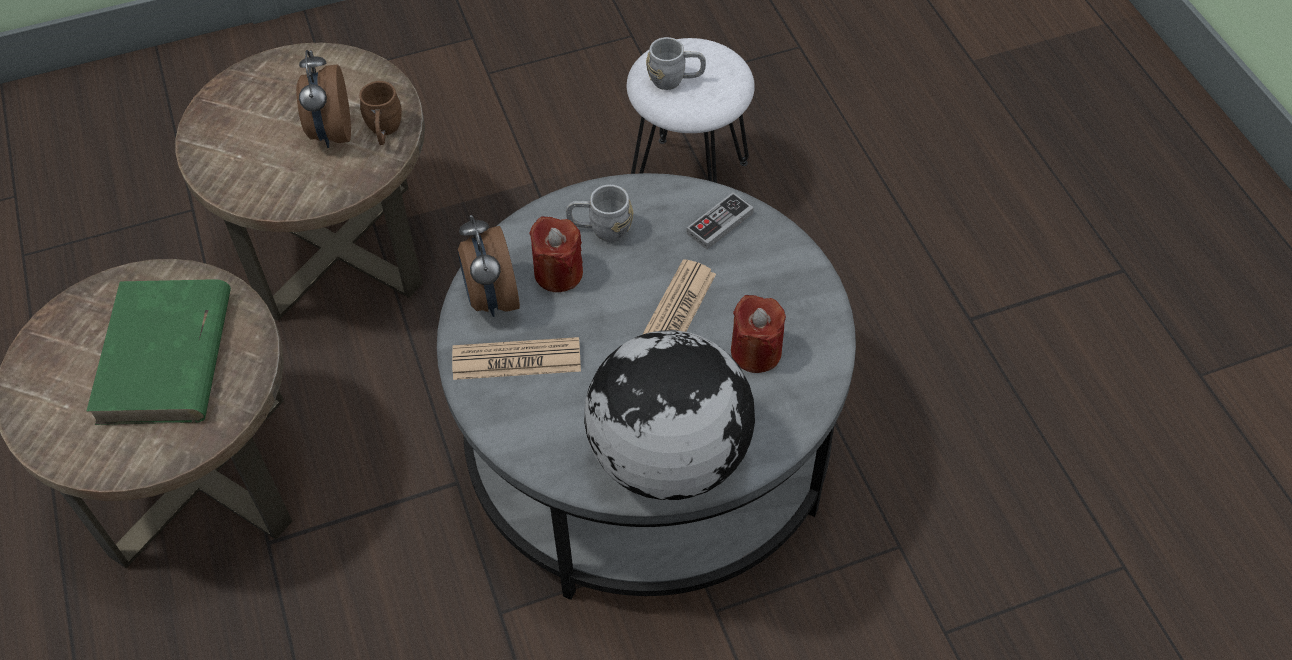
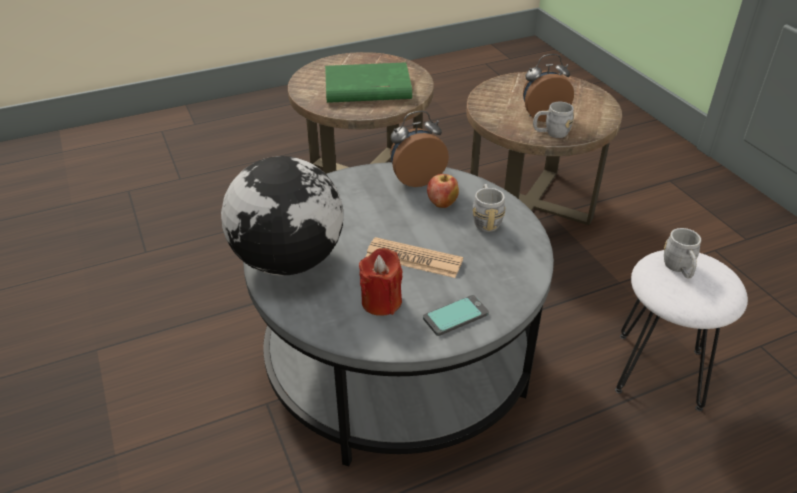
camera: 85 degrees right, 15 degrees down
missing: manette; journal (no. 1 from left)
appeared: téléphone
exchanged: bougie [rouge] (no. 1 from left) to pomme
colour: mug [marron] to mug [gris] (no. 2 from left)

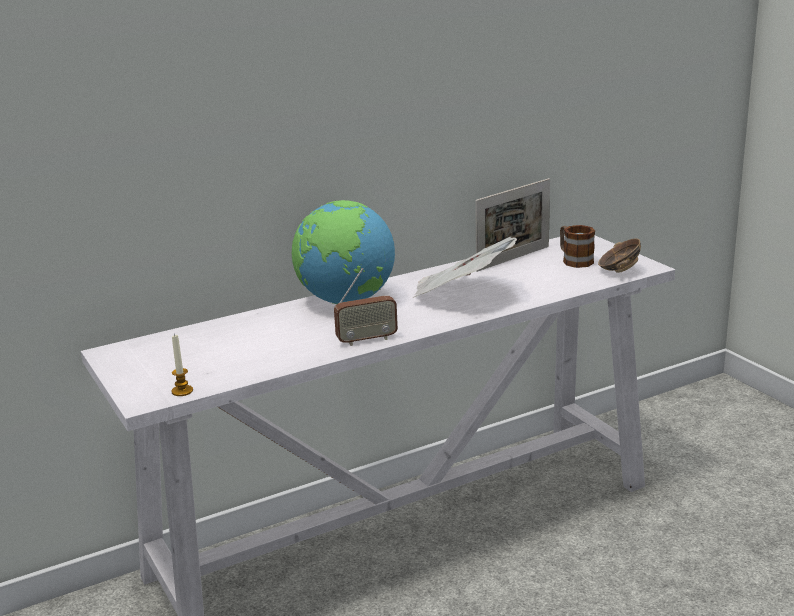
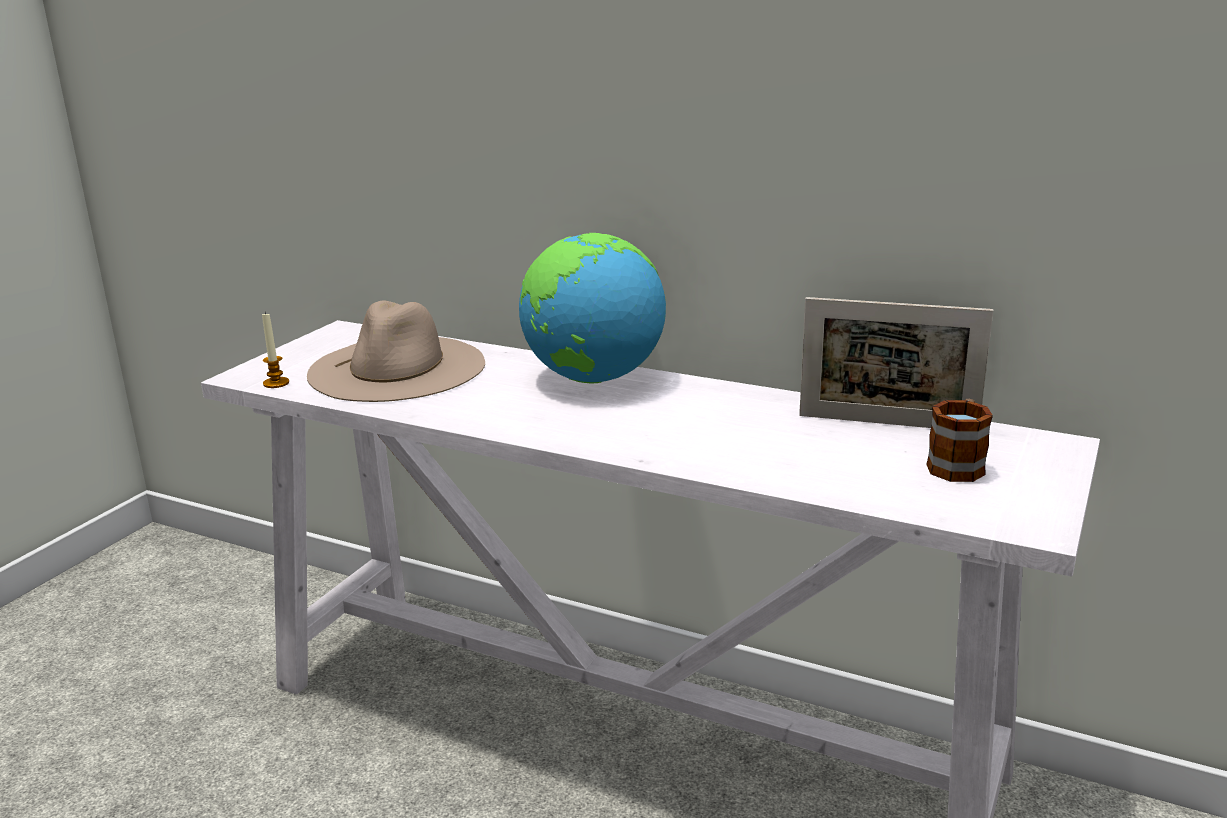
camera: 55 degrees right, 0 degrees up
missing: journal; bol; radio
appeared: chapeau [beige]

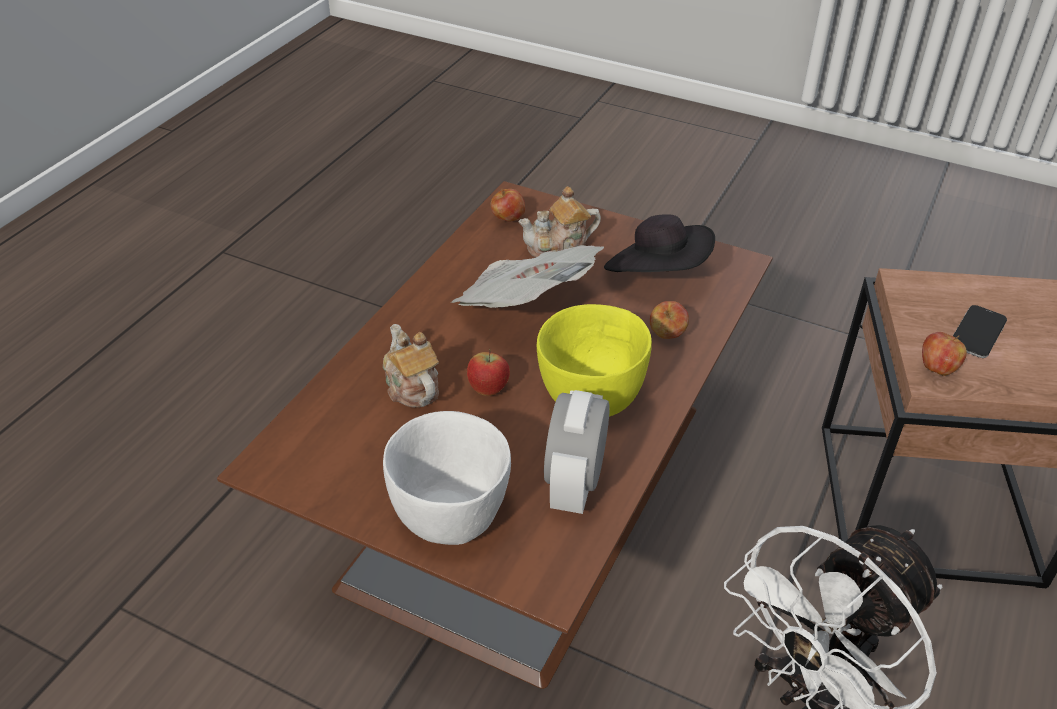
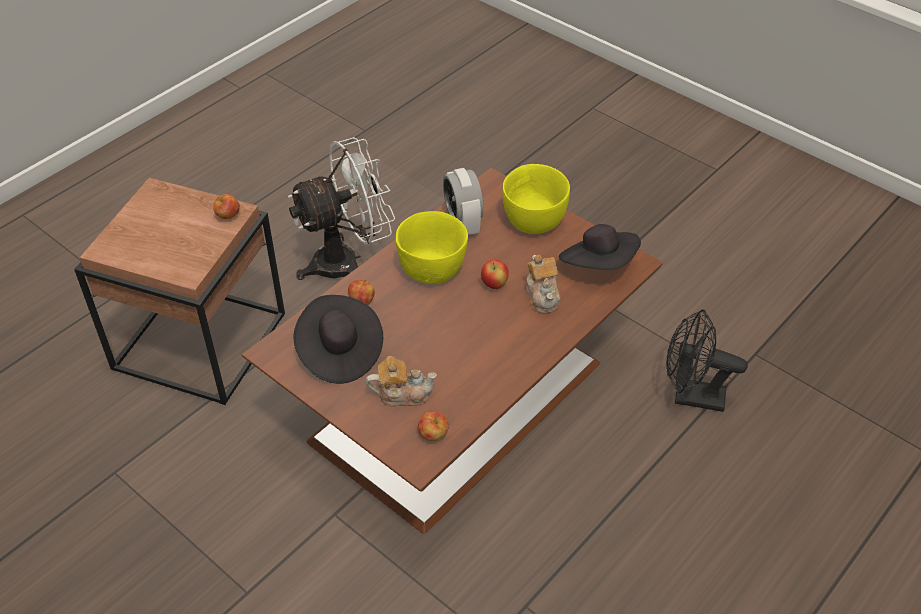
camera: 165 degrees left, 5 degrees up
missing: journal; téléphone
appeared: chapeau [noir] (no. 2 from left); ventilateur [noir]
colour: bol [blanc] to bol [jaune] (no. 2 from left)
spun: réveil 135 degrees clockwise

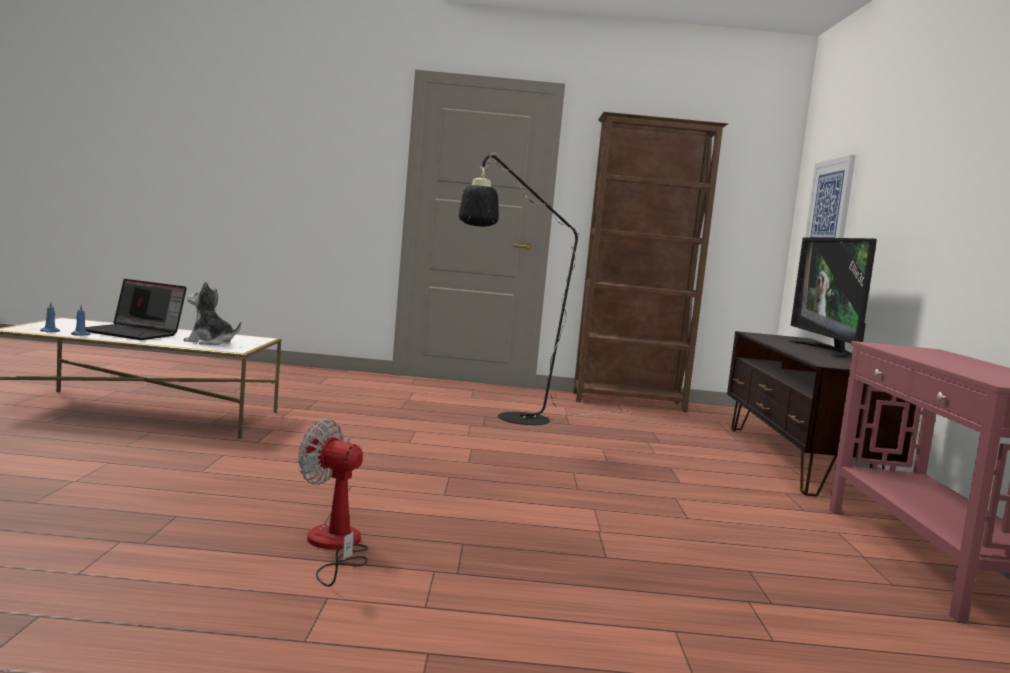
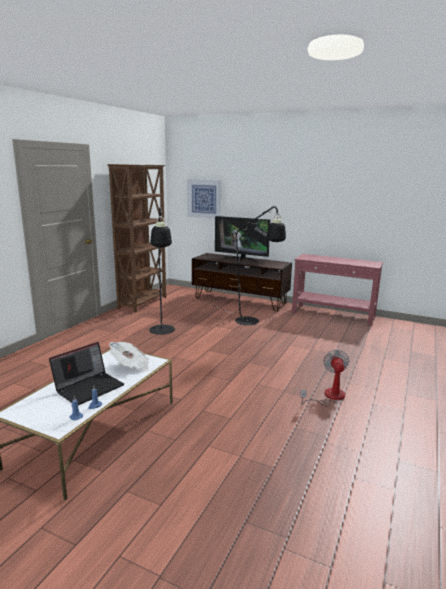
camera: 65 degrees left, 10 degrees up
appeared: lampadaire [noir] (no. 2 from left)
exchanged: peluche to journal
spun: ventilateur 135 degrees clockwise

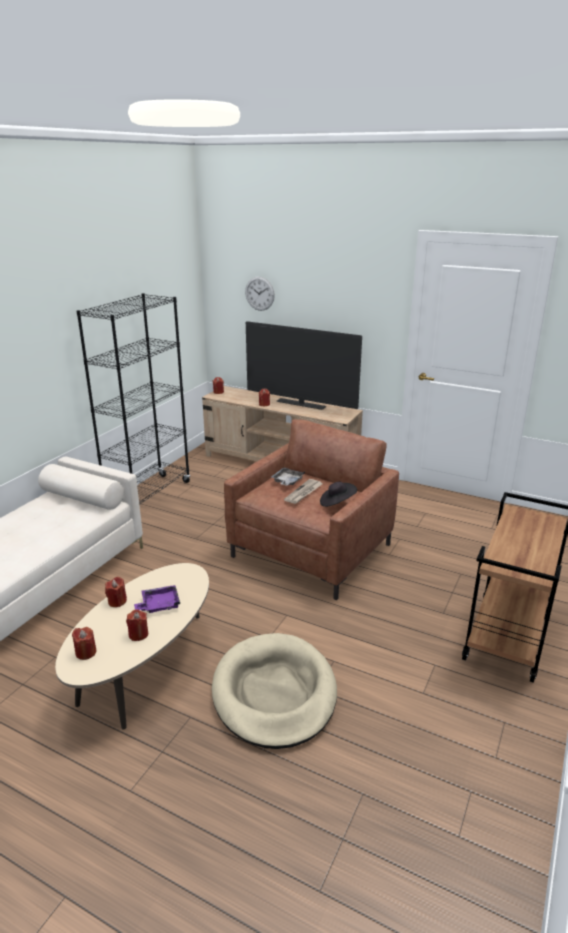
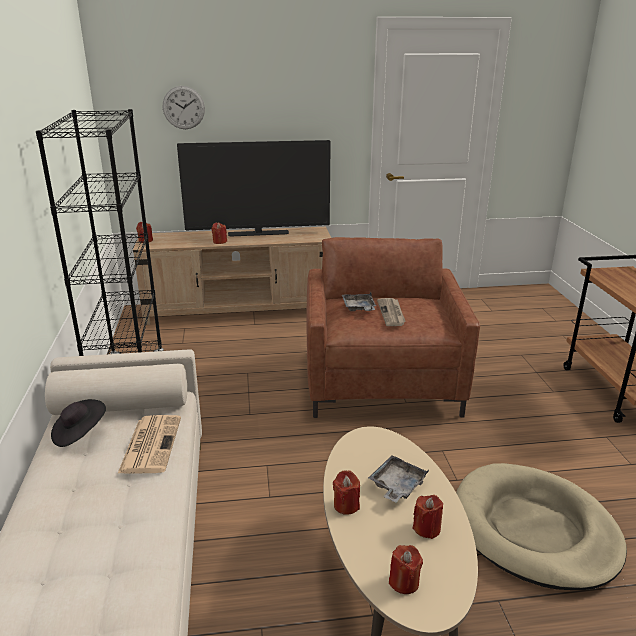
camera: 35 degrees left, 0 degrees up
appeared: journal (no. 1 from left)
relocated: chapeau [noir]
colour: plateau [violet] to plateau [gris] (no. 2 from left)

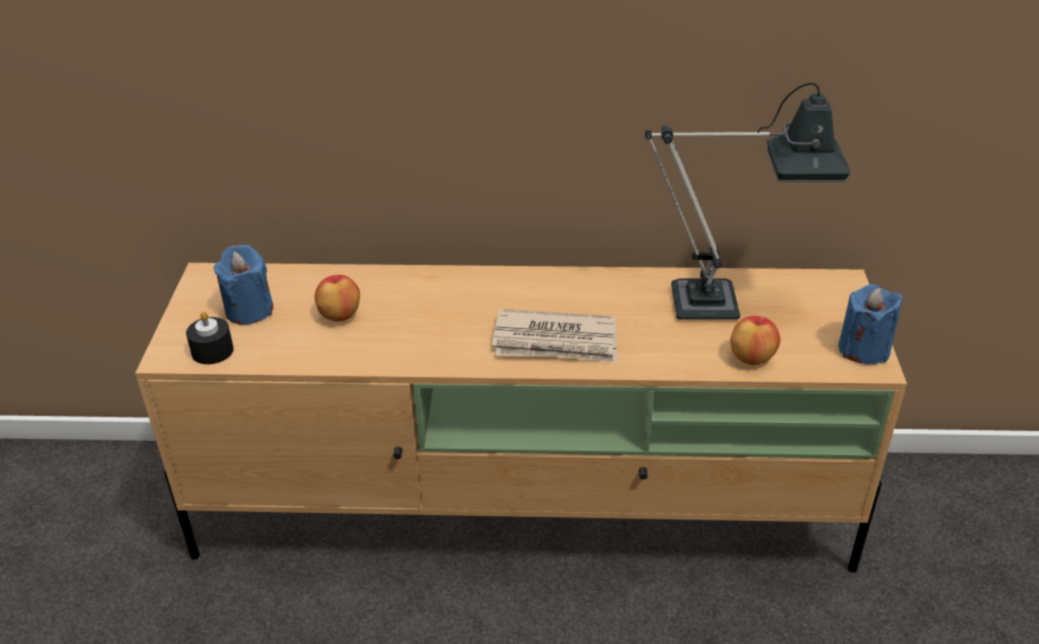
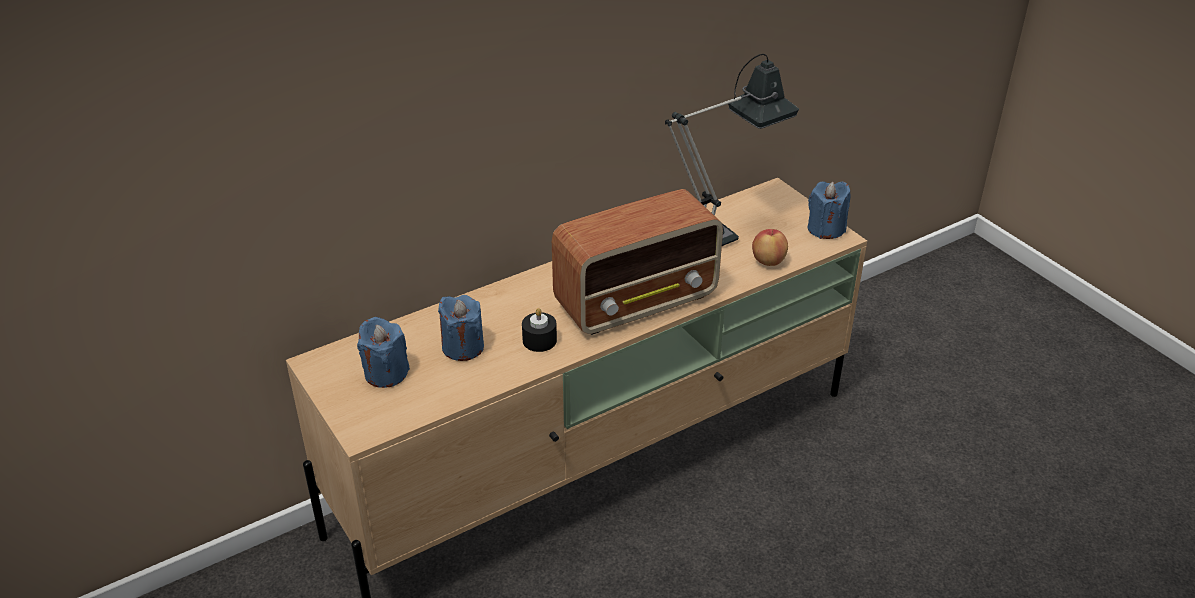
camera: 35 degrees left, 0 degrees up
relocated: bougie [noir]
exchanged: pomme (no. 1 from left) to bougie [bleu] (no. 2 from left); journal to radio

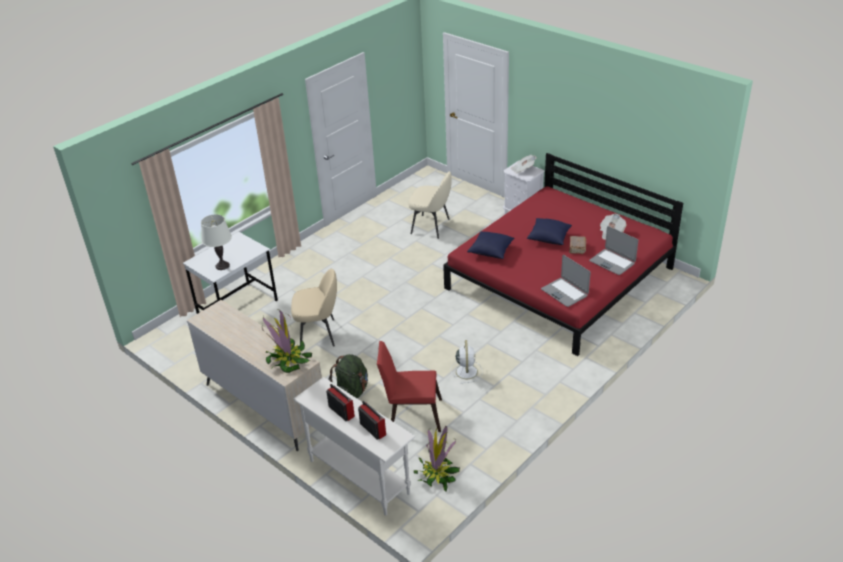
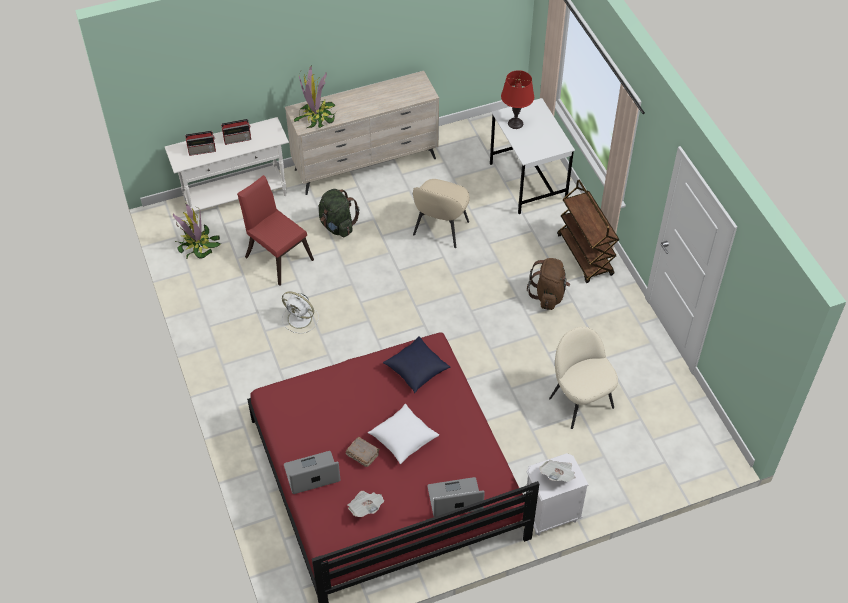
camera: 115 degrees right, 15 degrees up
appeared: chariot [marron]; sac à dos [marron]
relocated: ordinateur portable (no. 1 from left in the first image) to ordinateur portable (no. 2 from left)
colour: lampe de table [blanc] to lampe de table [rouge]; coussin [bleu] (no. 2 from left) to coussin [blanc]
spun: chaise [beige] (no. 2 from left) 105 degrees clockwise; chaise [rouge] 75 degrees counterclockwise

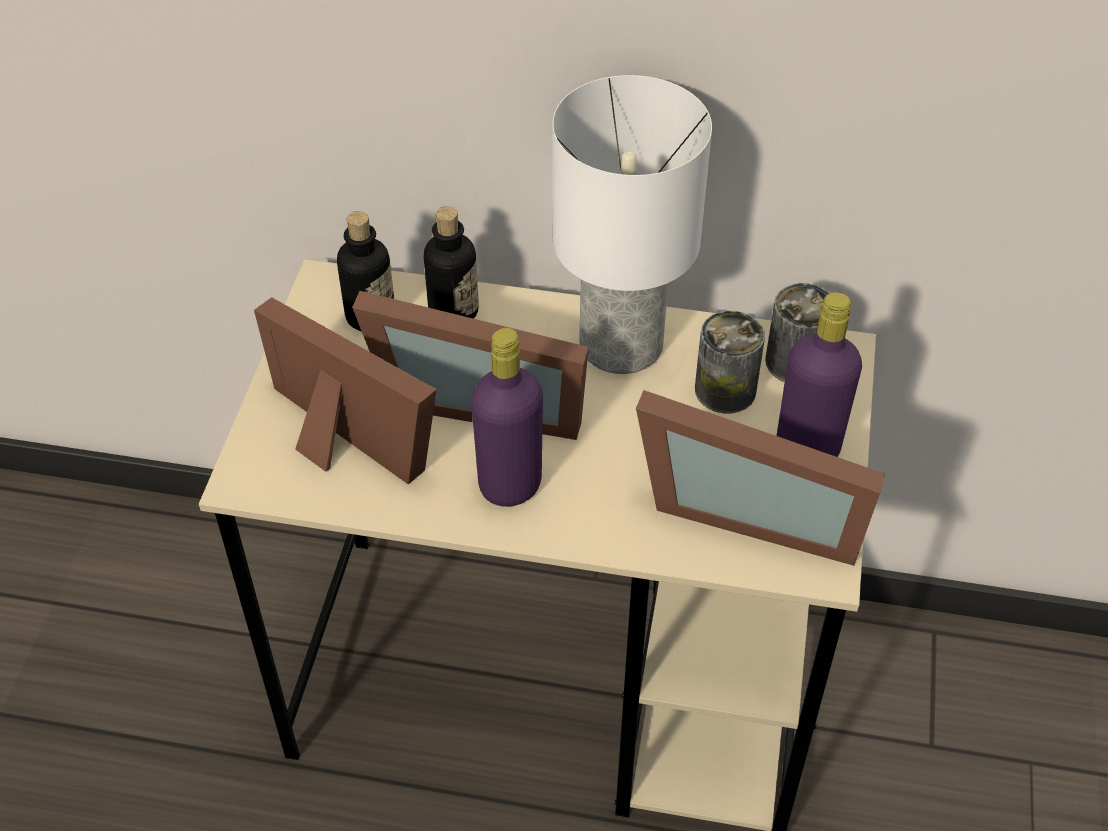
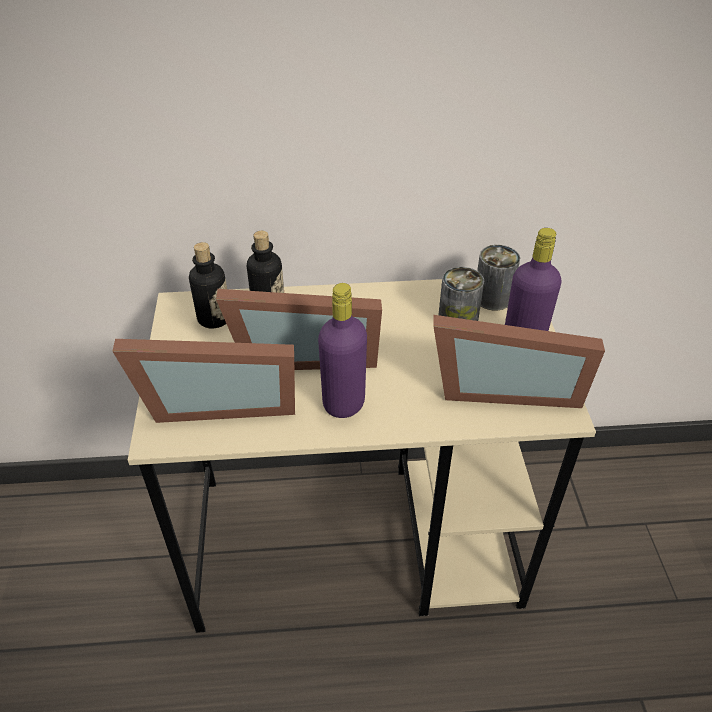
camera: 15 degrees left, 5 degrees down
missing: lampe de table [blanc]
spun: cadre photo (no. 1 from left) 150 degrees clockwise

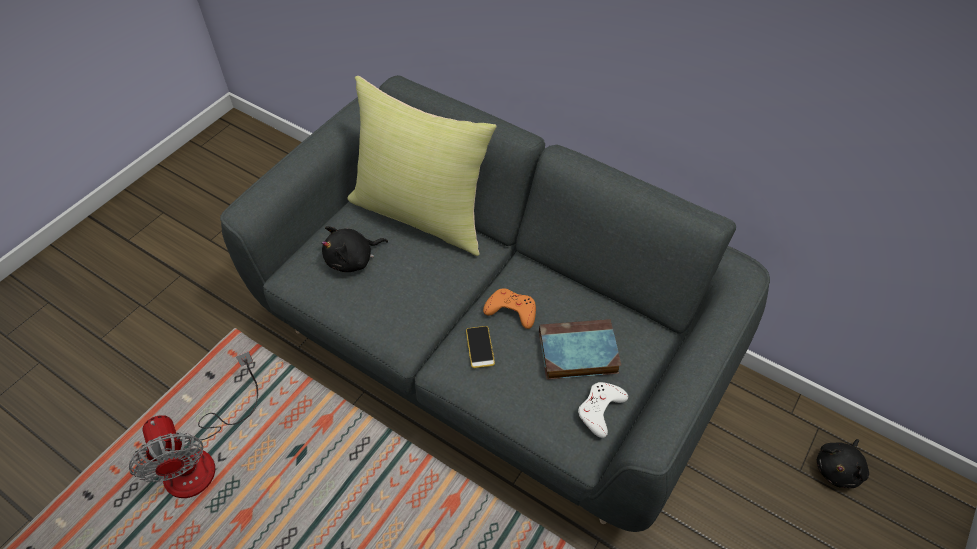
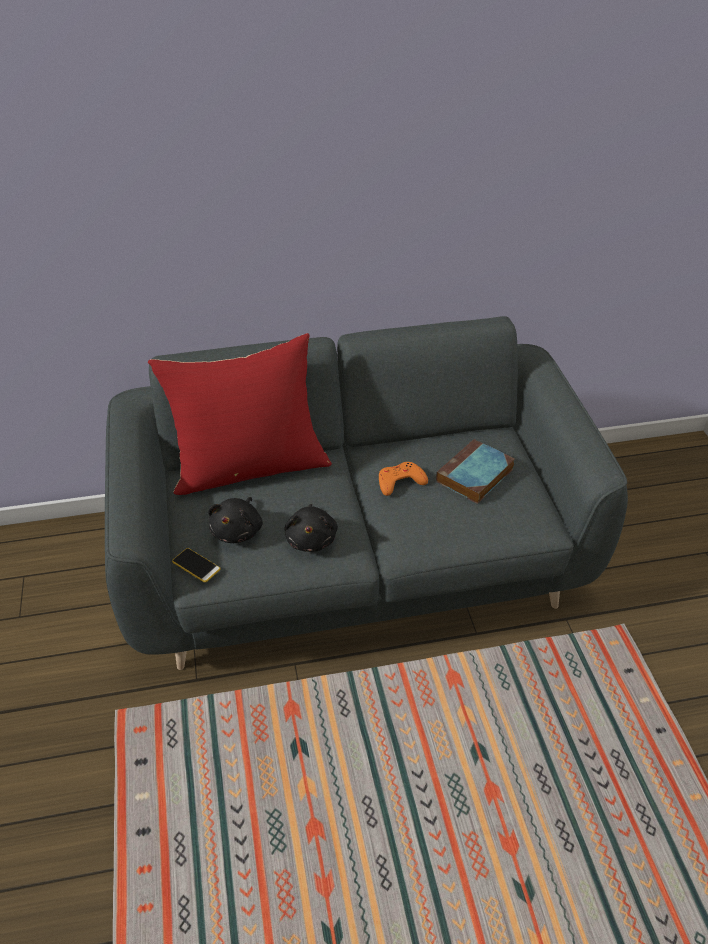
camera: 45 degrees left, 10 degrees down
missing: ventilateur; manette [blanc]
relocated: téléphone; peluche [noir] (no. 2 from left)
colour: coussin [jaune] to coussin [rouge]

